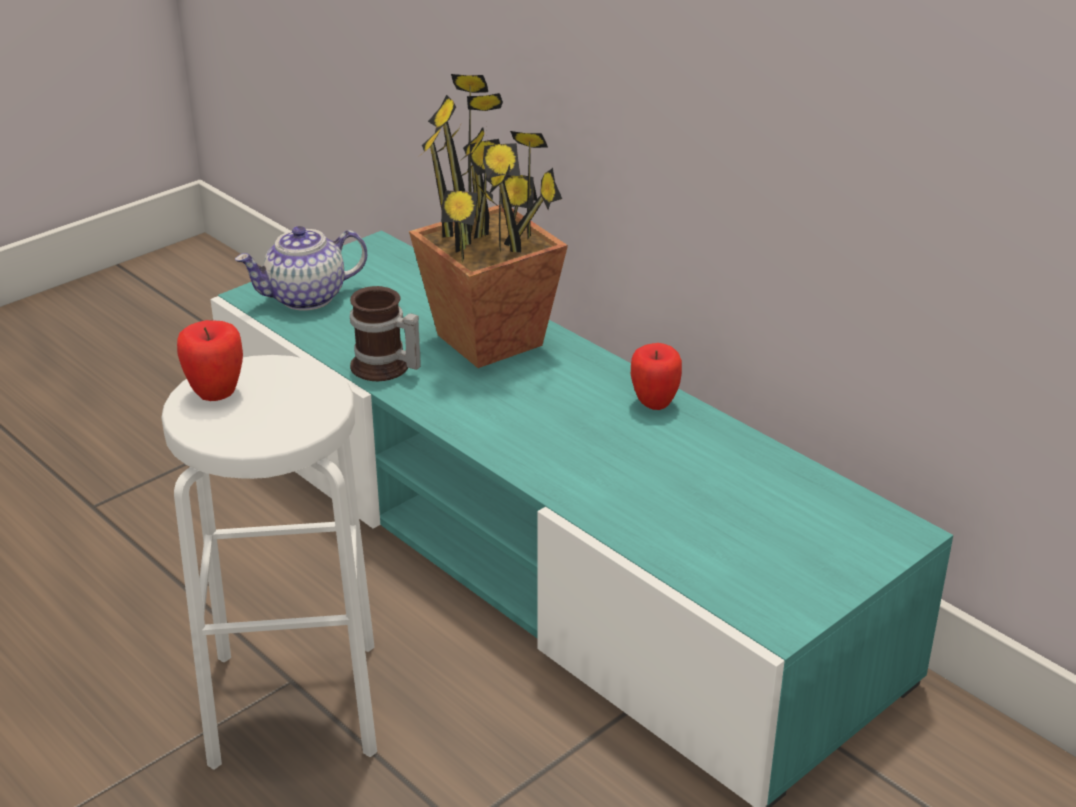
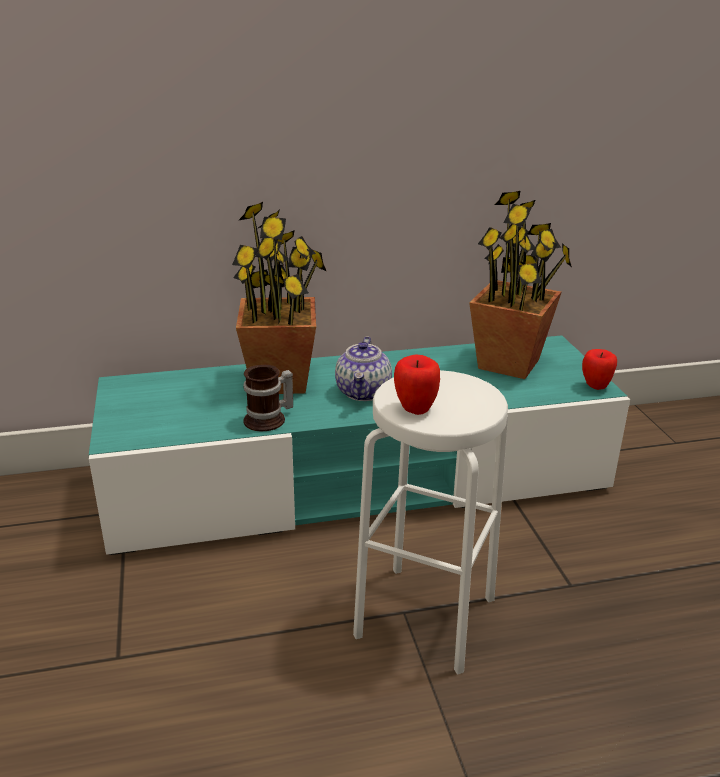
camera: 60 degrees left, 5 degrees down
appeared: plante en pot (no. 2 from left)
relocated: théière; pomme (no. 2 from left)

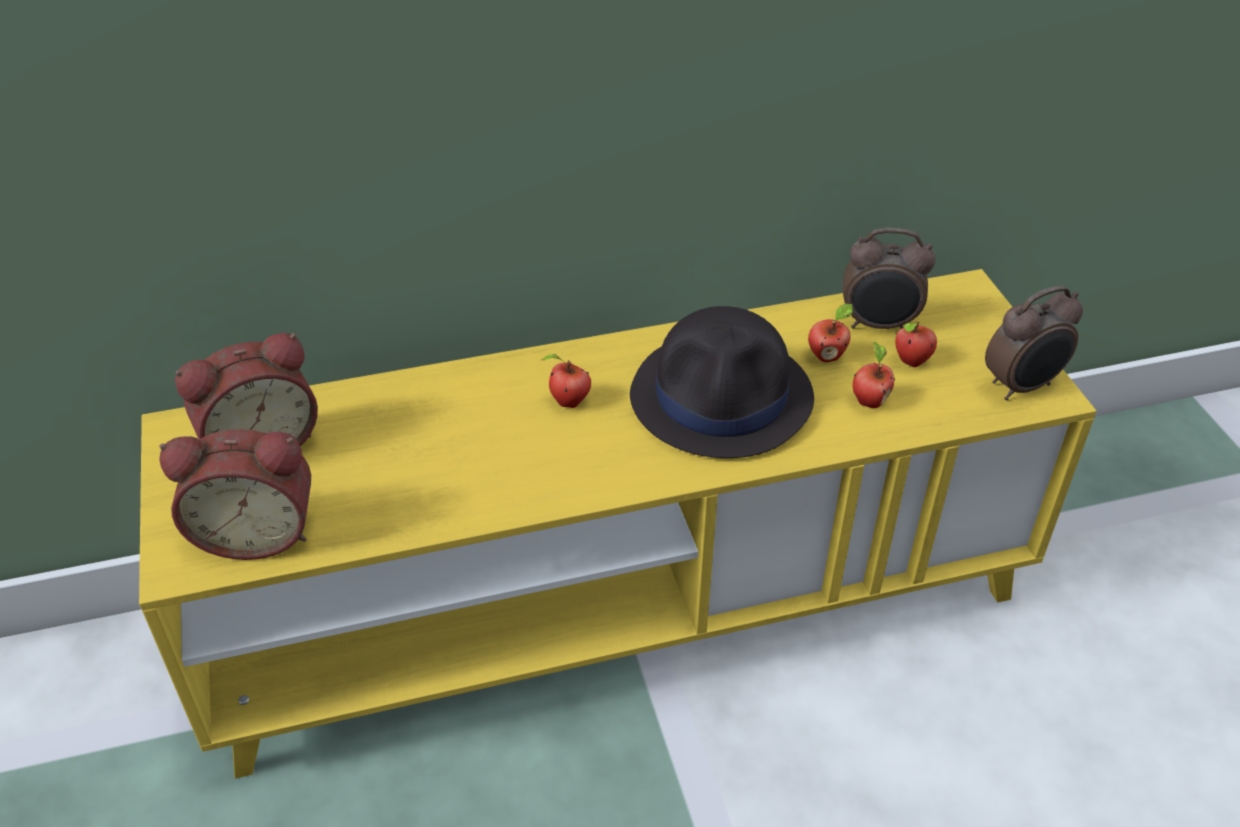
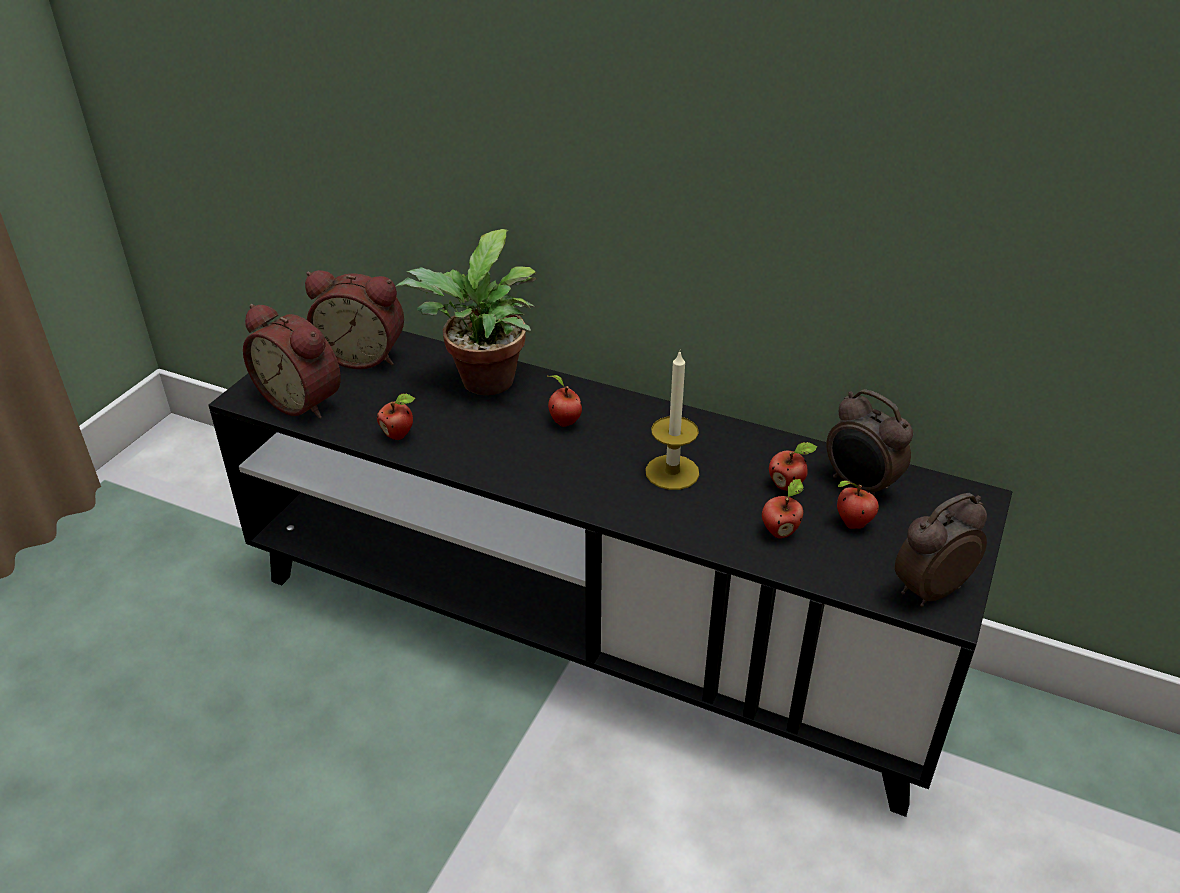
camera: 40 degrees right, 5 degrees down
appeared: plante en pot; pomme (no. 1 from left)
exchanged: chapeau [noir] to bougie
colour: meuble télé [jaune] to meuble télé [noir]
spun: réveil (no. 4 from left) 135 degrees clockwise

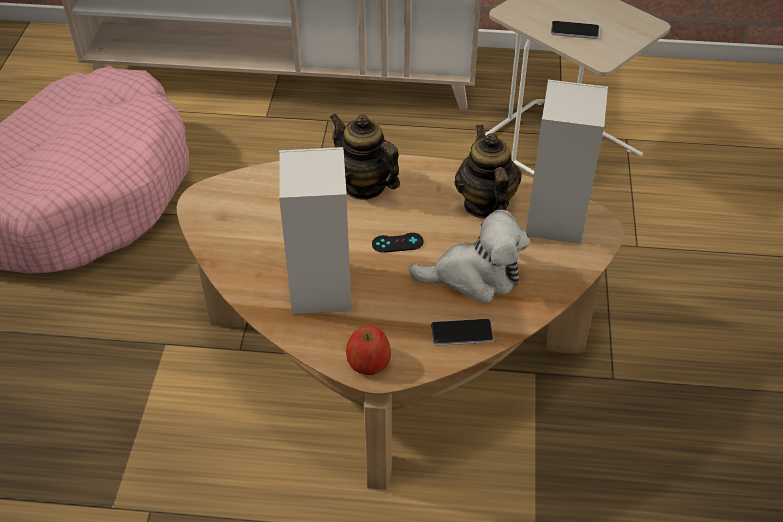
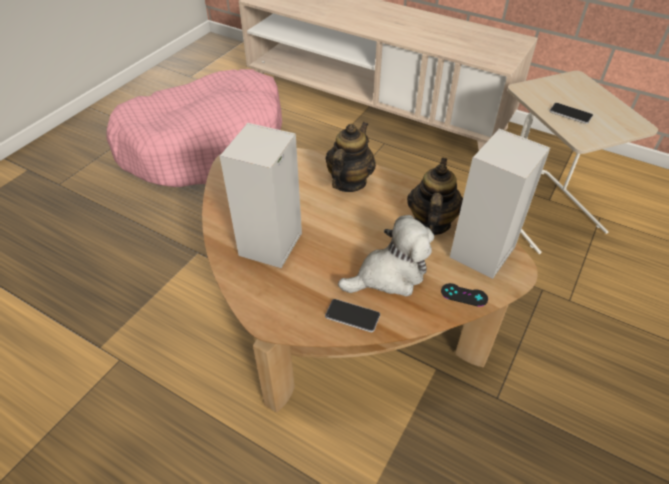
camera: 25 degrees right, 0 degrees up
missing: pomme
relocated: manette [noir]
spun: théière (no. 1 from left) 45 degrees clockwise; peluche 45 degrees counterclockwise

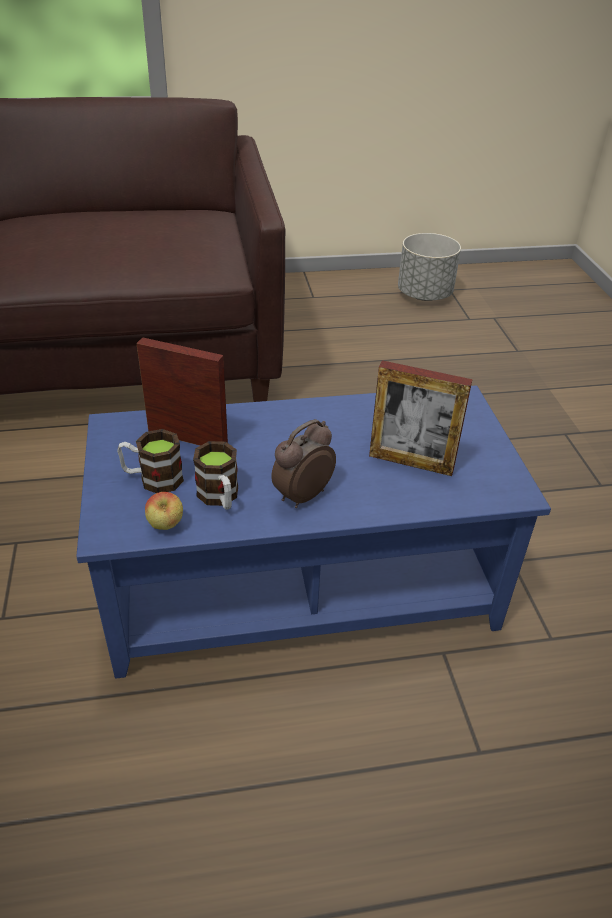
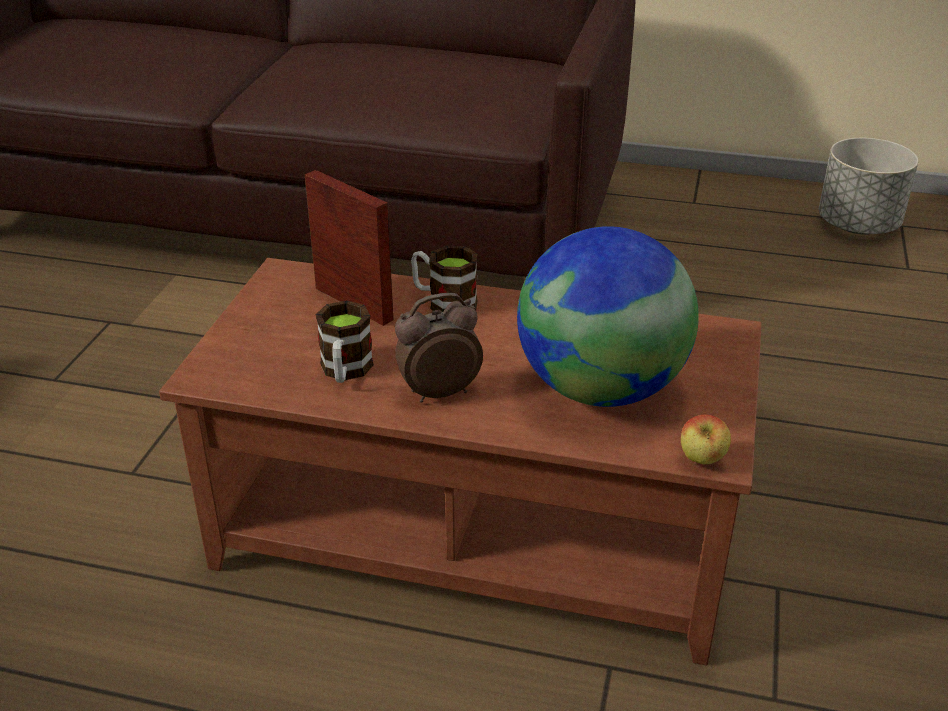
camera: 25 degrees right, 5 degrees down
relocated: mug (no. 1 from left in the first image) to mug (no. 2 from left); pomme
exchanged: cadre photo (no. 2 from left) to globe
colour: table basse [bleu] to table basse [marron]

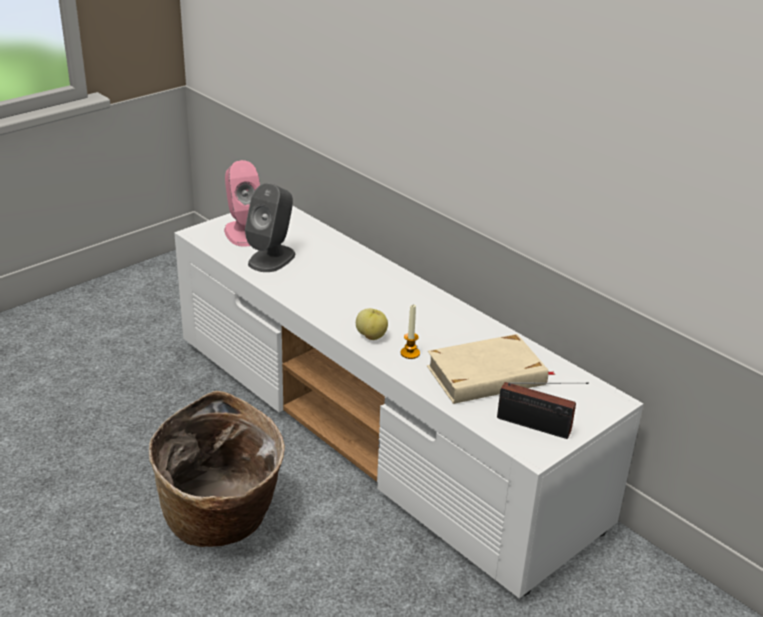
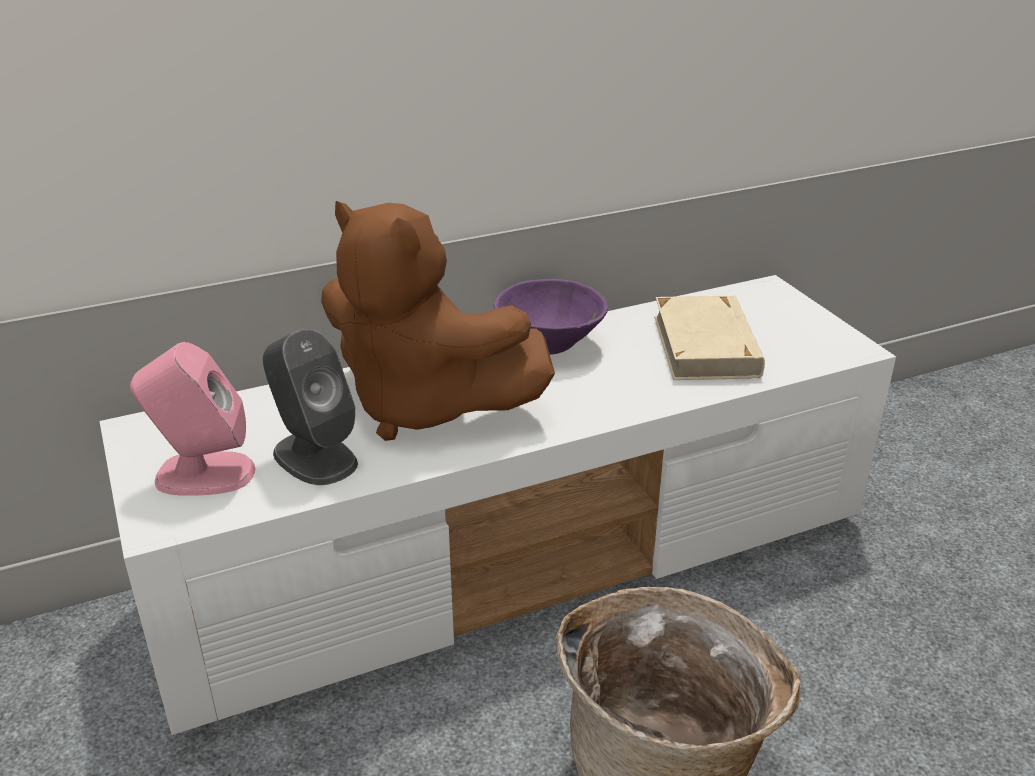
camera: 70 degrees left, 0 degrees up
missing: bougie; pomme; radio
appeared: peluche [marron]; bol [violet]

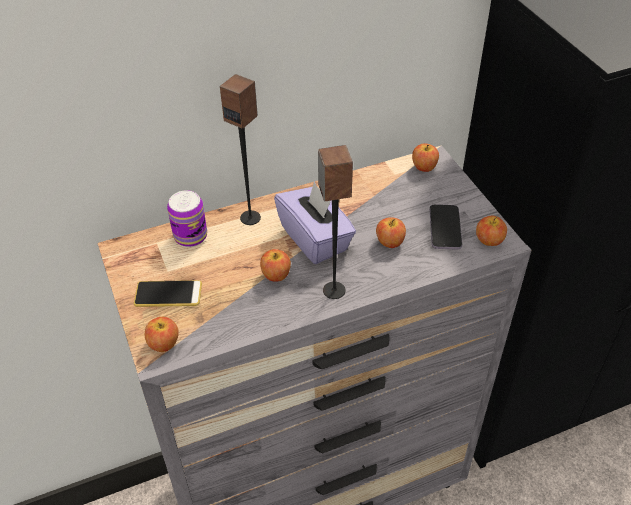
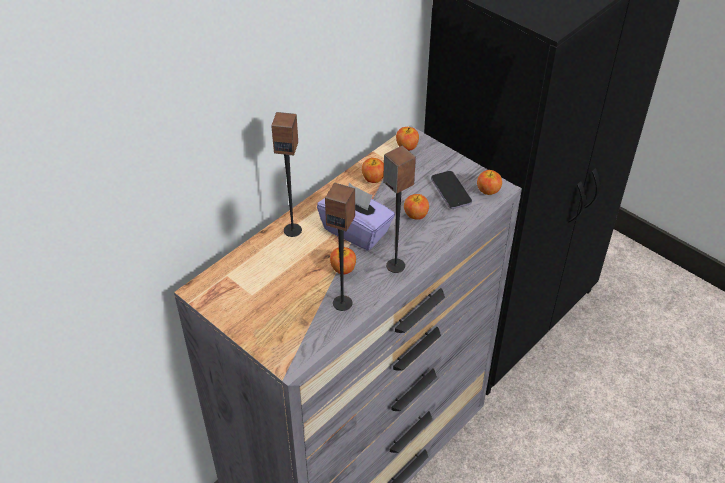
camera: 25 degrees left, 0 degrees up
missing: boîte métallique; téléphone (no. 1 from left)
appeared: enceinte (no. 2 from left)
relocated: pomme (no. 1 from left in the first image) to pomme (no. 2 from left)

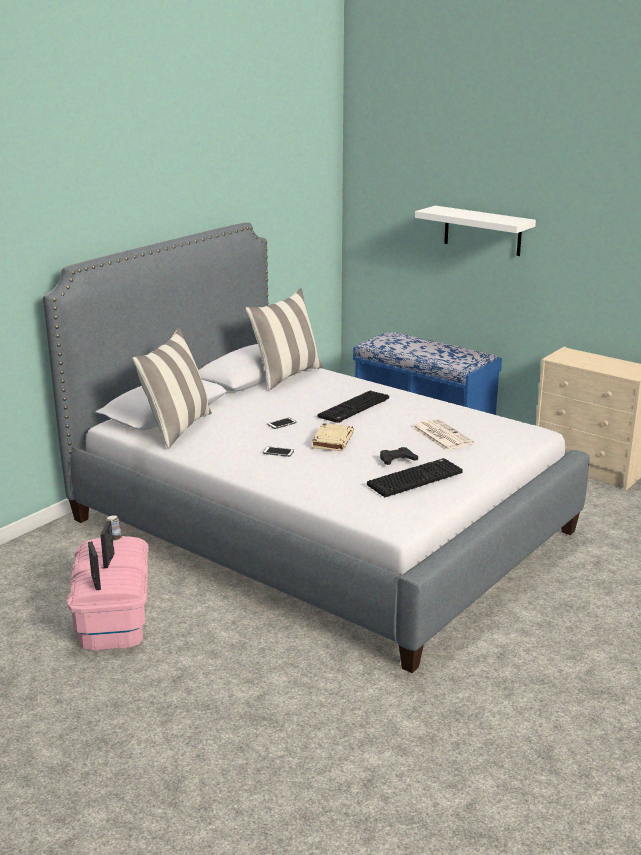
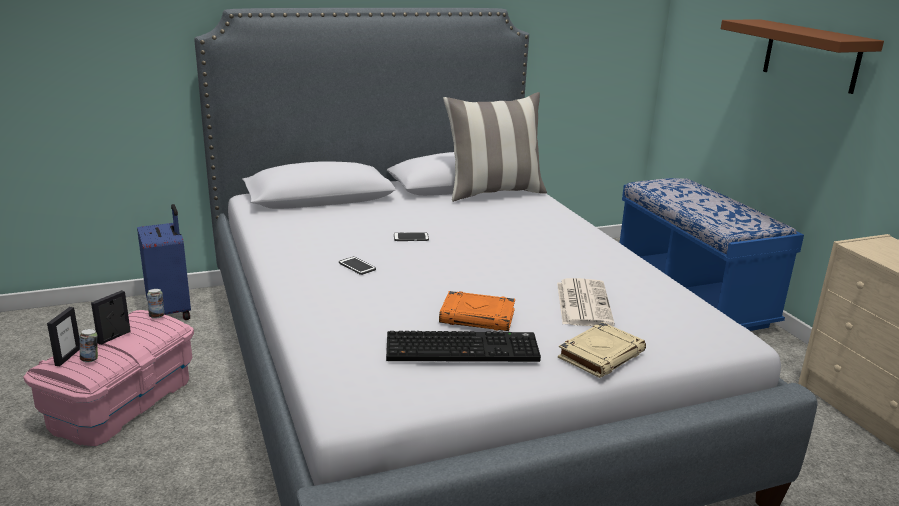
camera: 30 degrees right, 0 degrees up
missing: coussin (no. 1 from left); clavier (no. 1 from left)
appeared: valise [bleu]; boîte métallique (no. 1 from left)
relocated: livre [beige]
exchanged: manette [noir] to livre [orange]
colour: étagère [blanc] to étagère [marron]

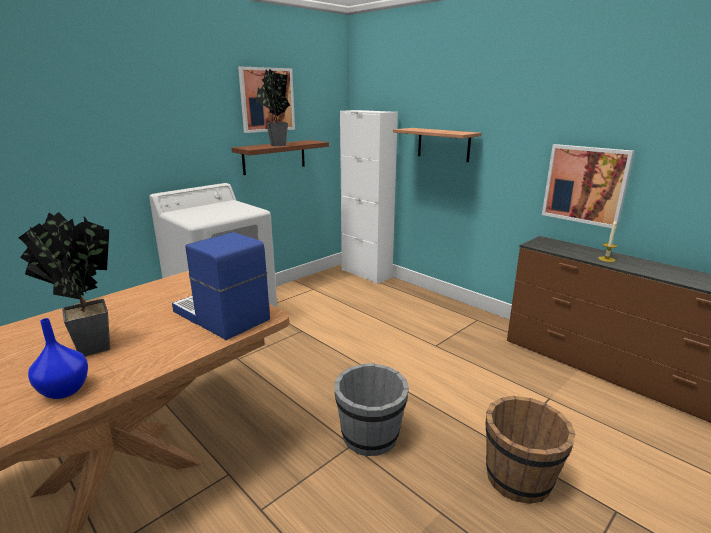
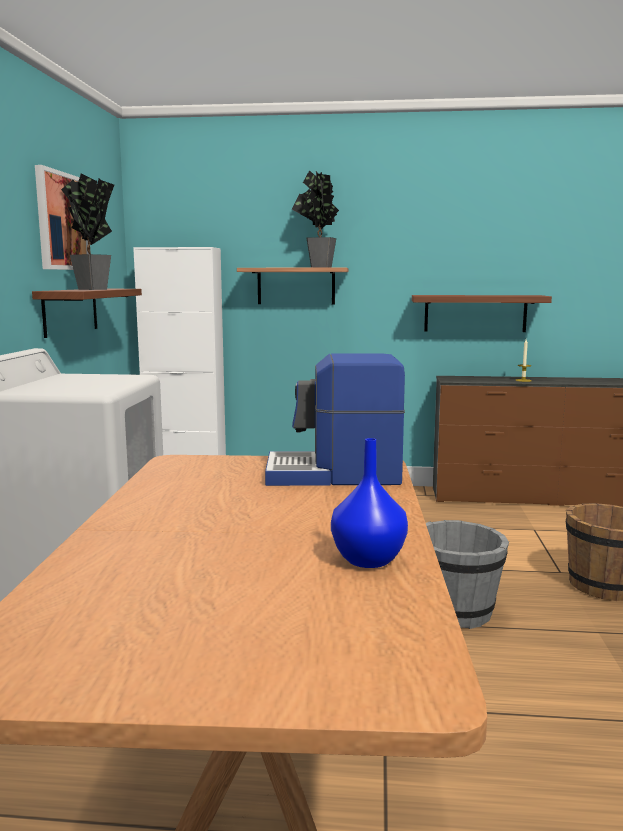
camera: 40 degrees left, 10 degrees down
relocated: plante en pot (no. 1 from left in the first image) to plante en pot (no. 2 from left)
exchanged: tableau (no. 2 from left) to étagère (no. 3 from left)

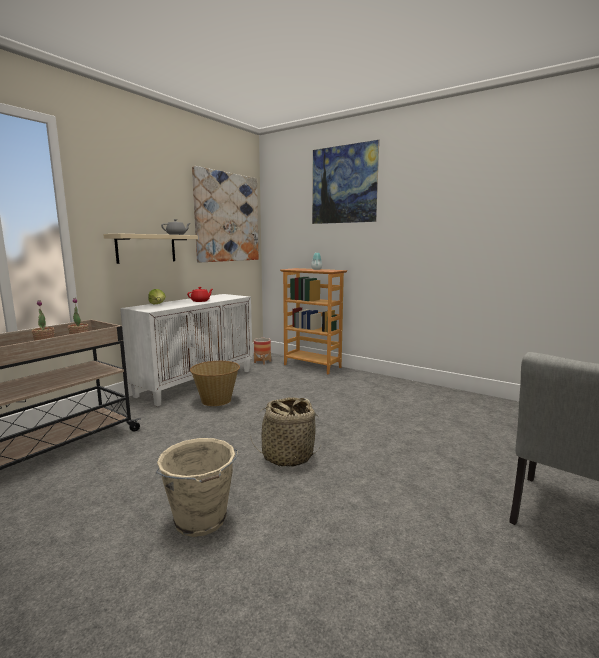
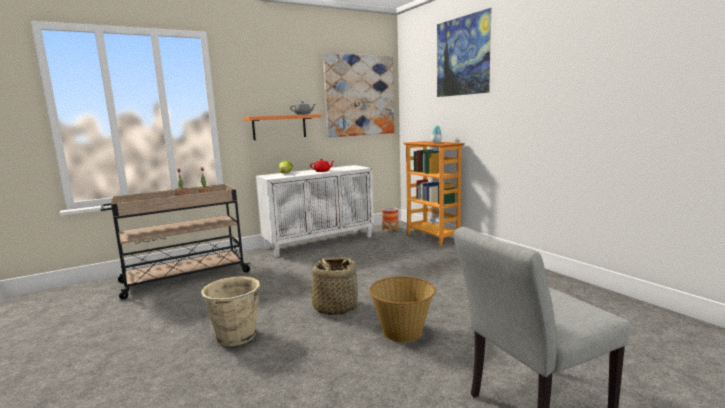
camera: 25 degrees right, 0 degrees up
relocated: panier (no. 1 from left in the first image) to panier (no. 2 from left)
colour: étagère [beige] to étagère [orange]

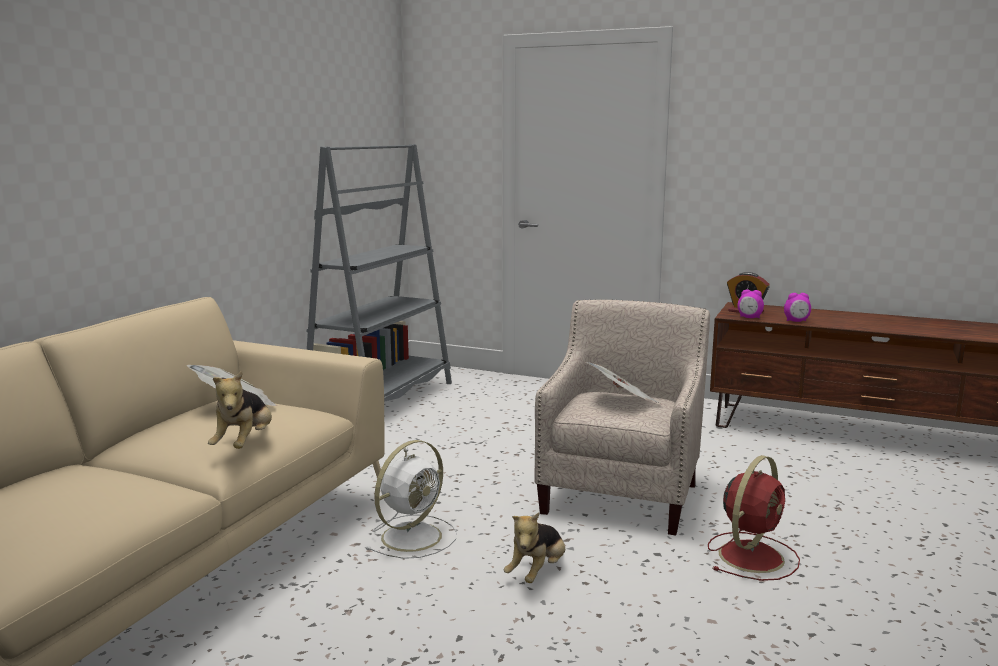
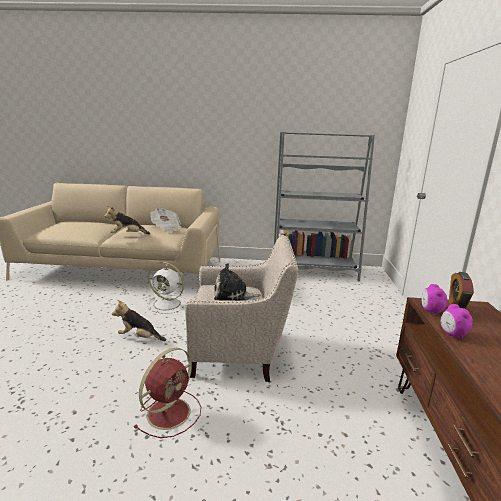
camera: 70 degrees right, 5 degrees up
exchanged: journal (no. 2 from left) to peluche (no. 3 from left)
spun: ventilateur [rouge] 75 degrees counterclockwise

